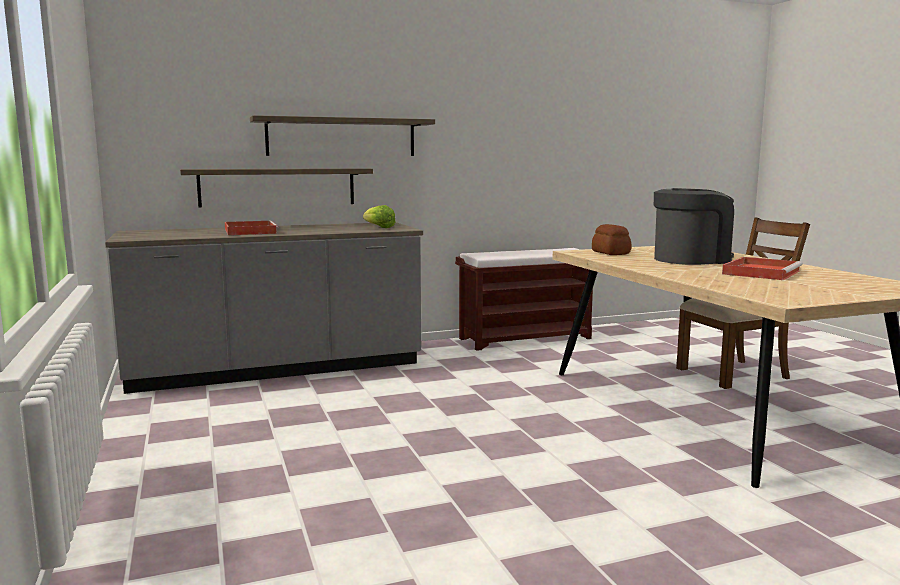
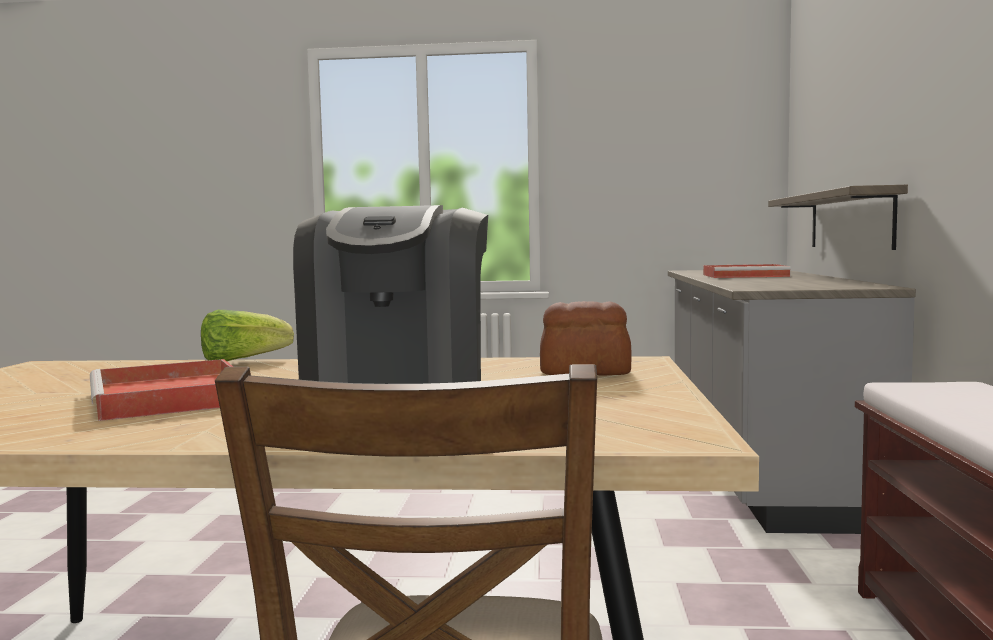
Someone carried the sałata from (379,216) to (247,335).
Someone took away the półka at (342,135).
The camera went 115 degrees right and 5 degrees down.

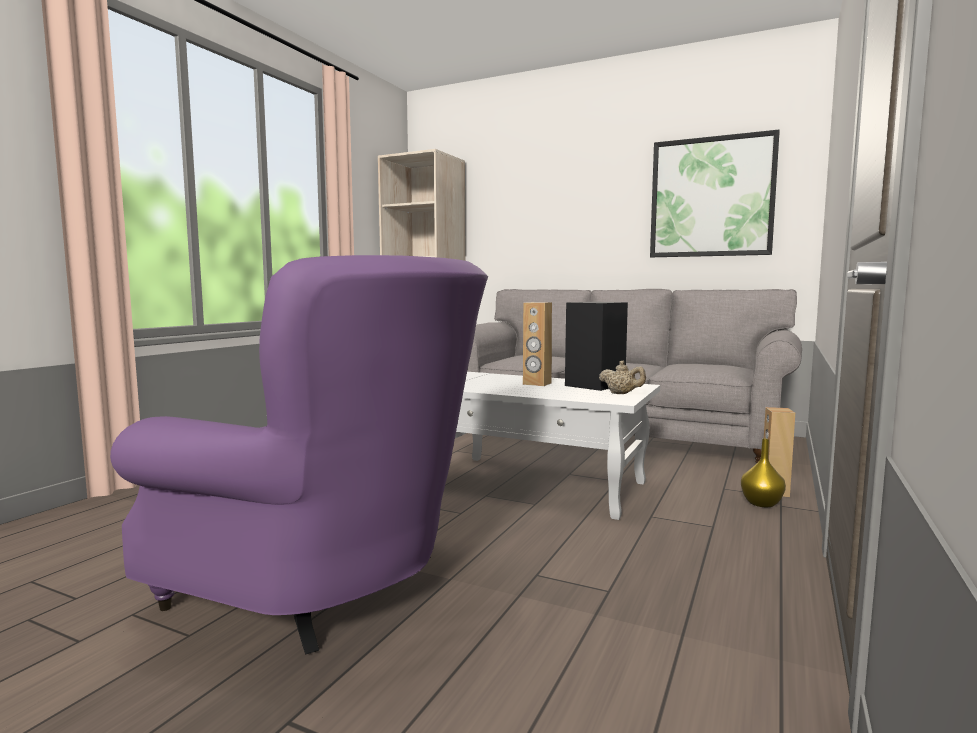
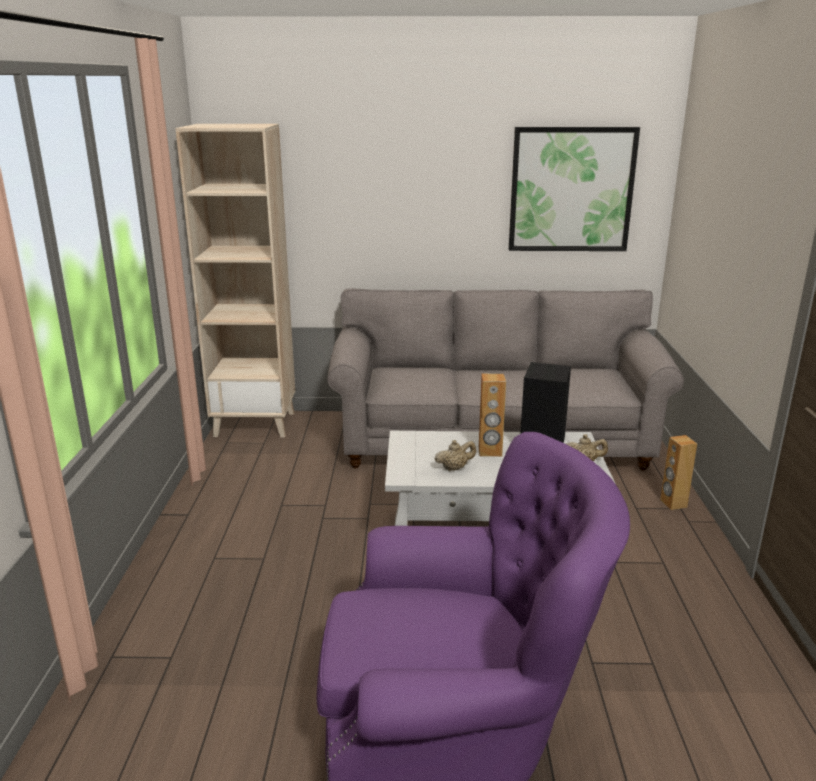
Someone put down the imbryk/beżowy at (455,455).
Someone took away the wazon/żółty at (763,473).
The camera went 25 degrees left and 15 degrees up.

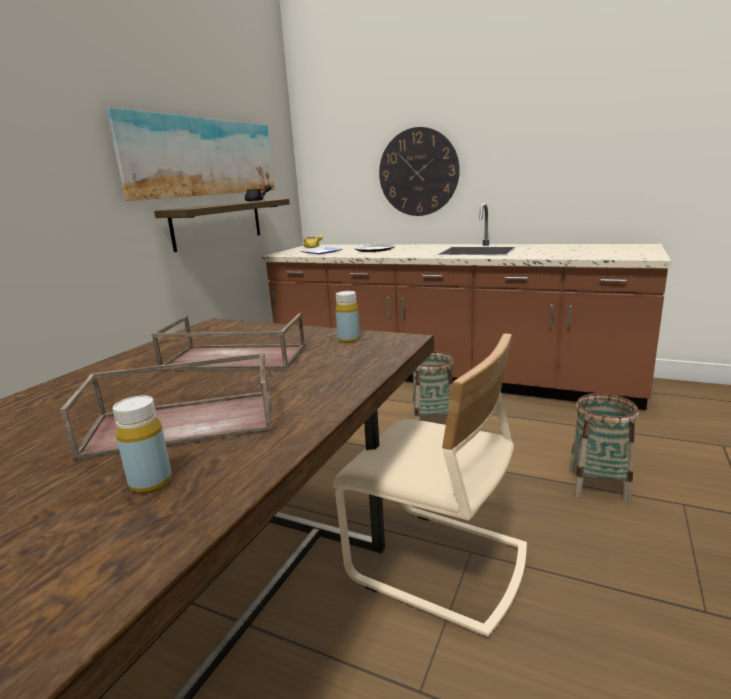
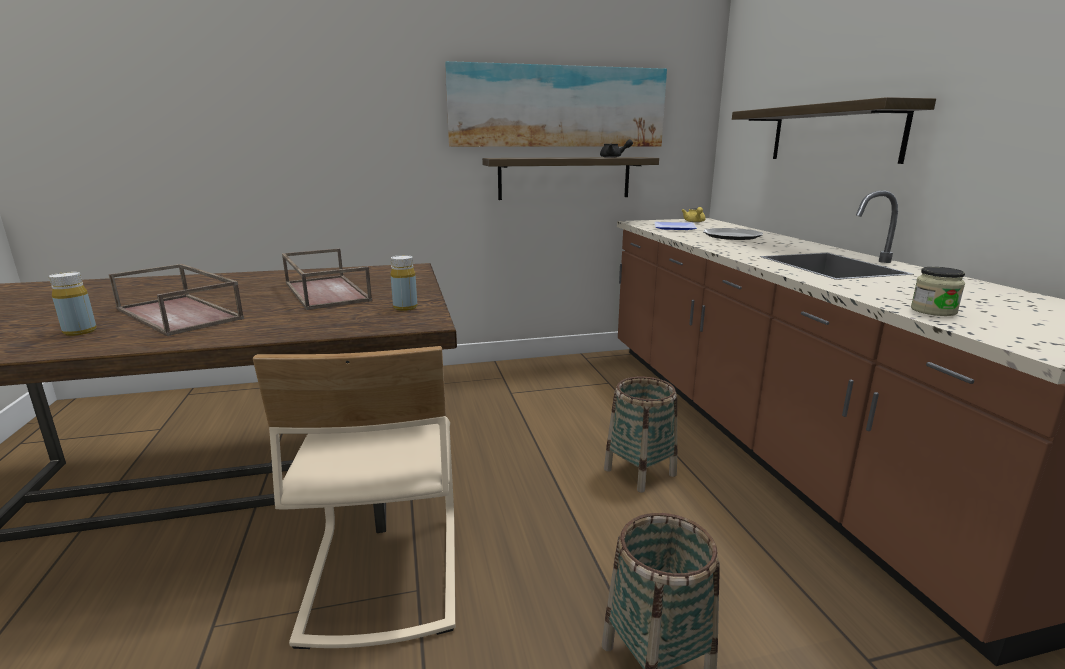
Someone swapped the zegar ścienny at (419,171) for the półka at (834,130).
Someone put down the słoik at (938,291).
The camera went 50 degrees right and 0 degrees up.

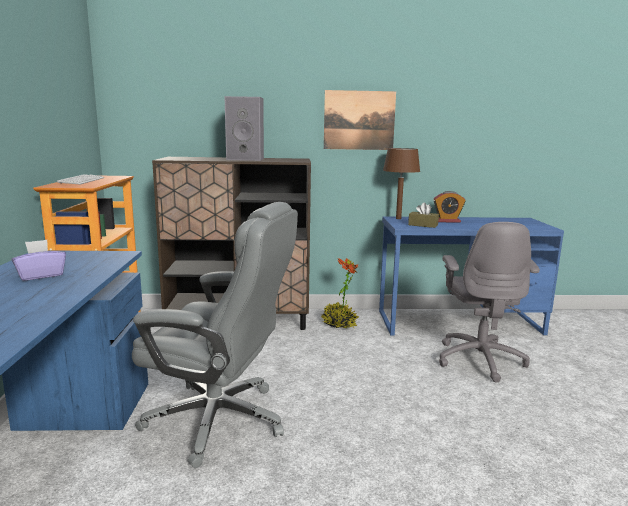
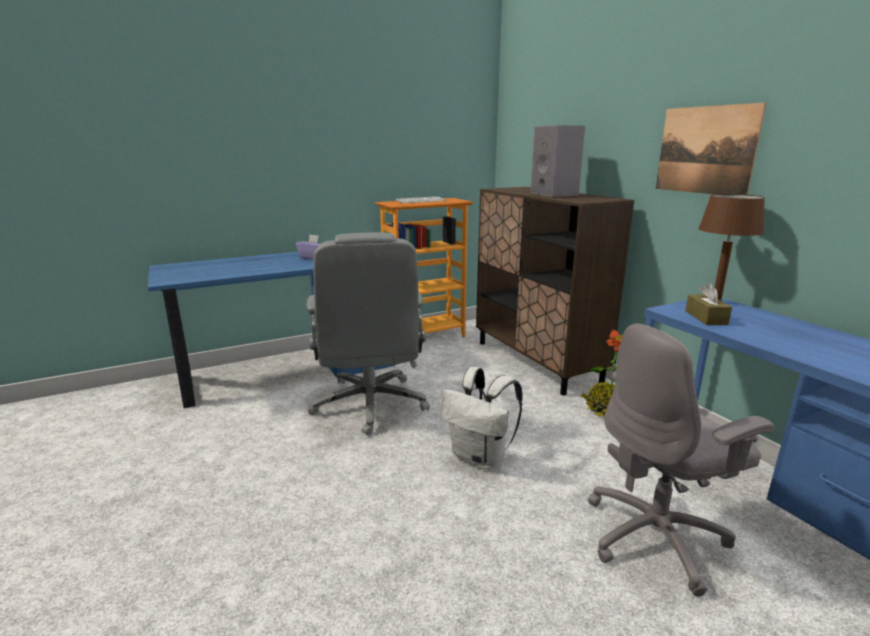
Someone put down the plecak/biały at (481,418).
Someone took away the budzik at (449,207).
The camera went 65 degrees right and 5 degrees up.

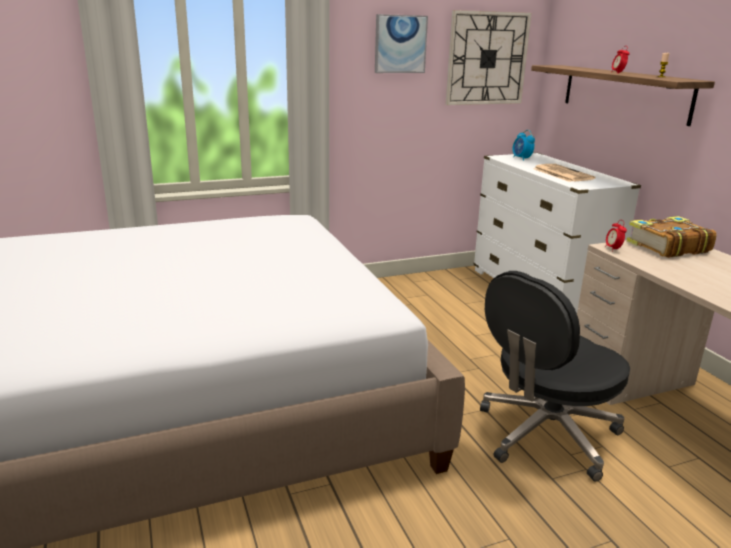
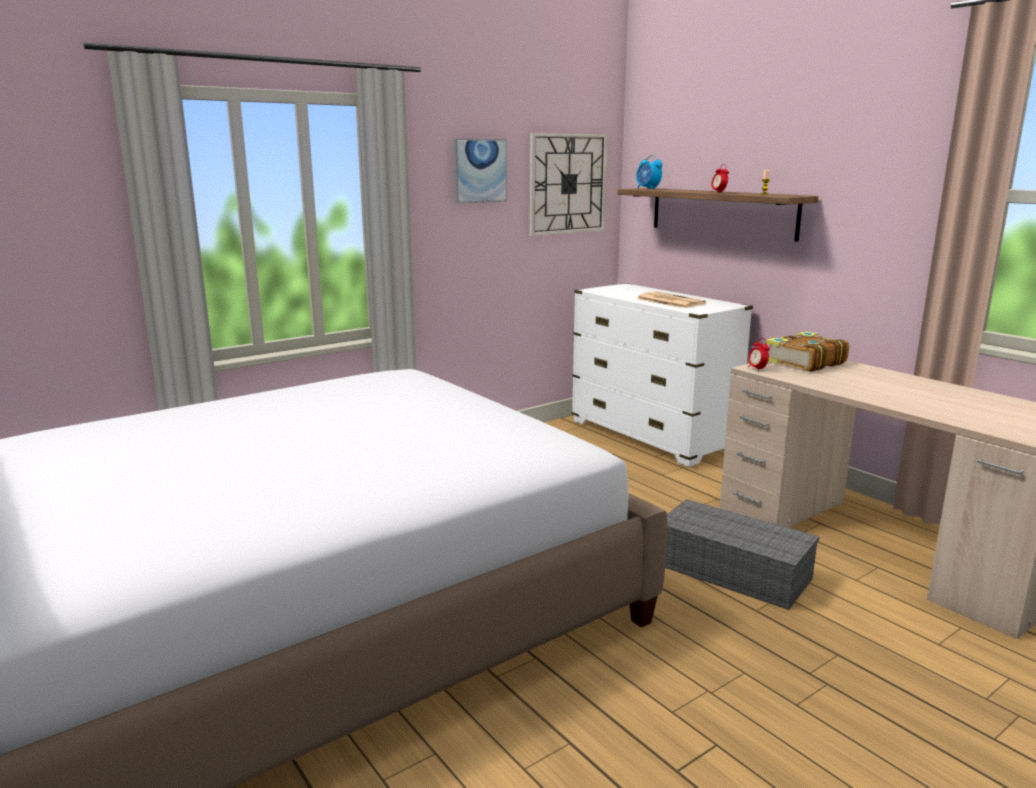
Someone carried the budzik from (524,145) to (649,172).
Someone swapped the krzesło biurowe/czarny at (555,376) for the pojemnik do przechowywania/szary at (742,554).
The camera went 15 degrees left and 5 degrees down.

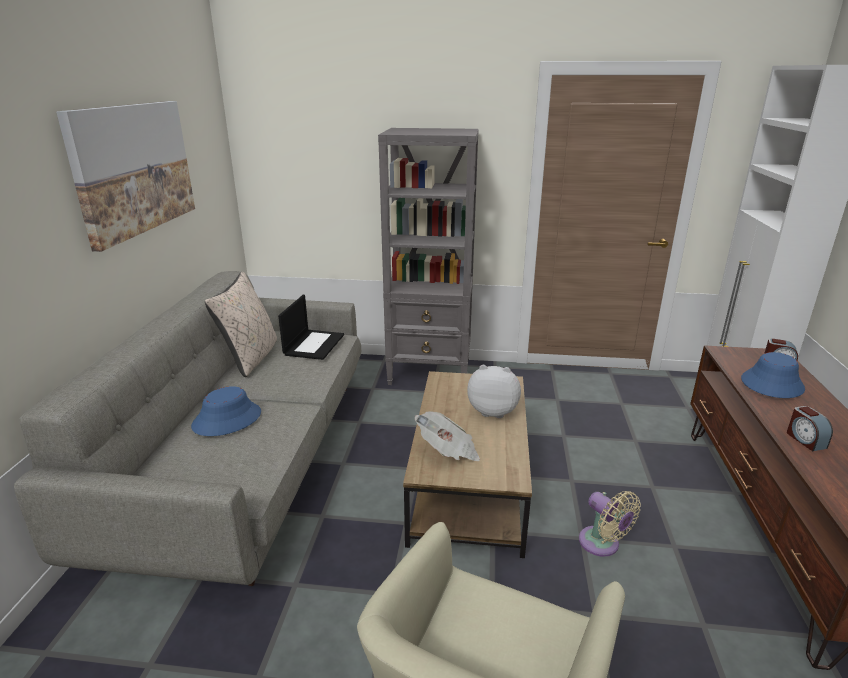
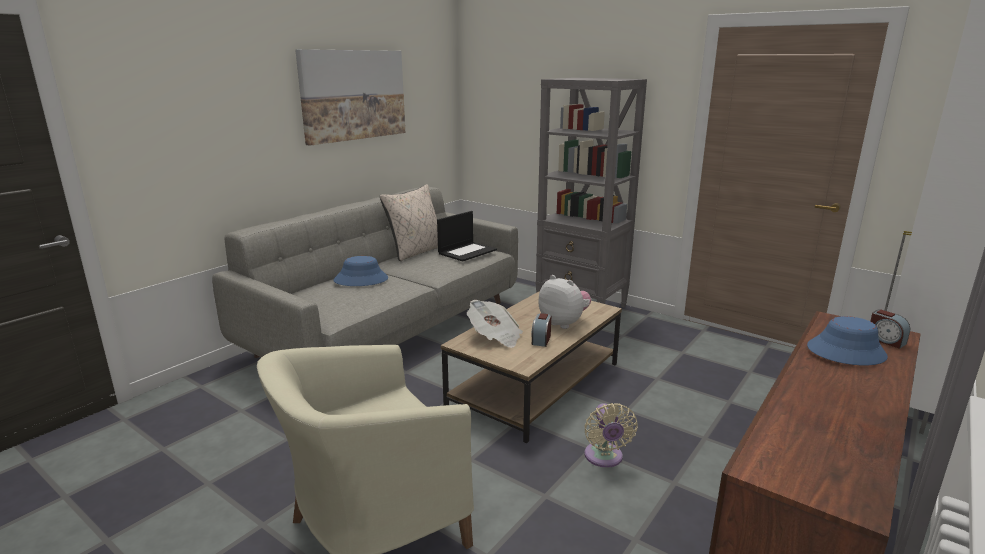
Someone carried the budzik from (810,428) to (541,330).
The camera went 30 degrees right and 5 degrees down.

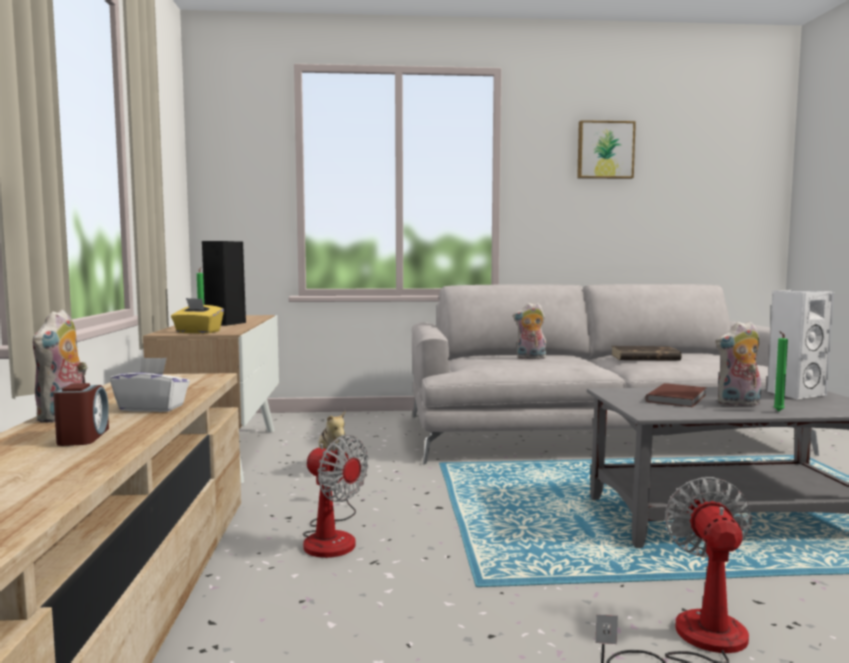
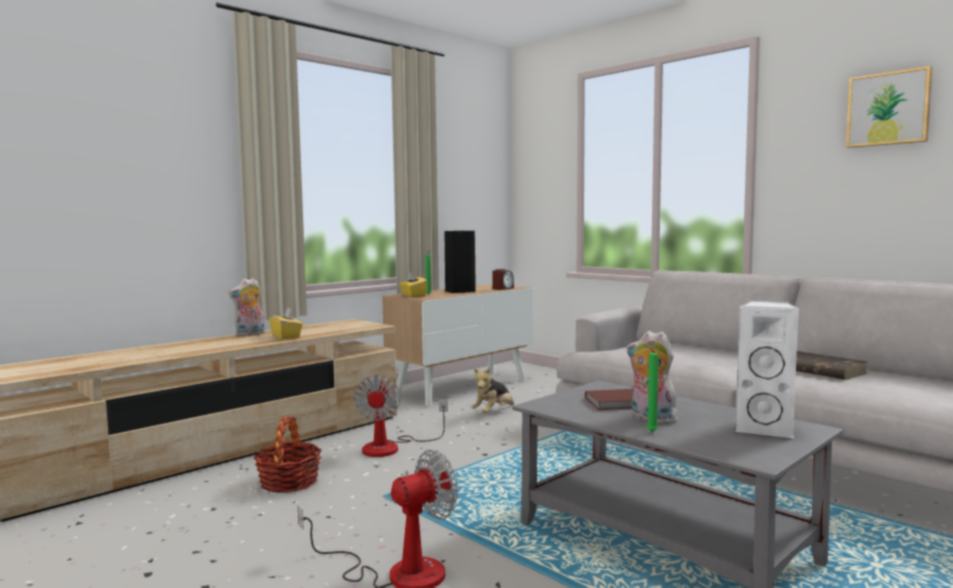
Someone put down the koszyk at (287,454).
Someone repainted the pudełko chusteczek/biały at (150,384), which became the pudełko chusteczek/żółty at (286,324).
Someone carried the budzik from (81,414) to (503,279).
Someone took away the pluszak at (529,330).
The camera went 50 degrees right and 0 degrees up.

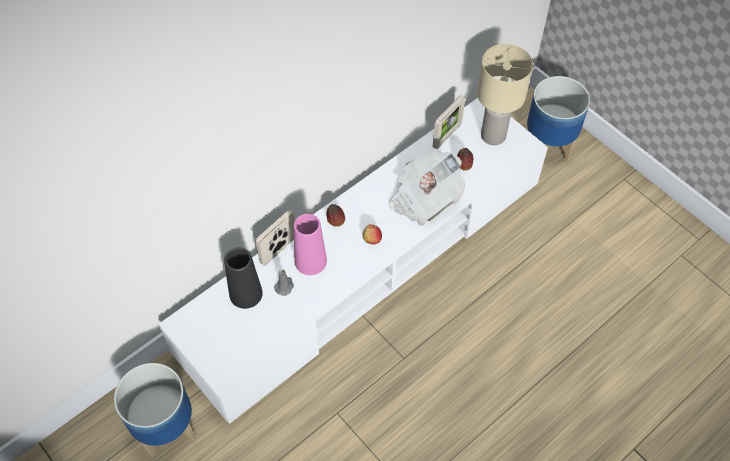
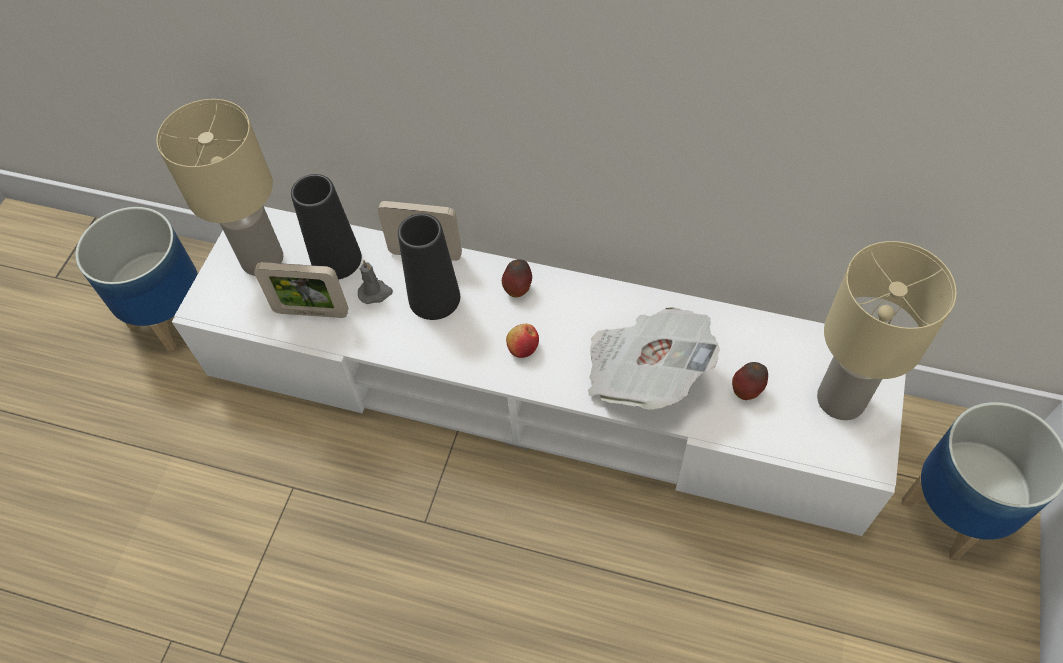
Someone put down the lampa stołowa/beżowy at (219,187).
Someone carried the ramka na zdjęcie from (449,122) to (301,290).
Someone repainted the wazon/różowy at (310,244), which became the wazon/czarny at (429,267).
The camera went 60 degrees right and 0 degrees up.

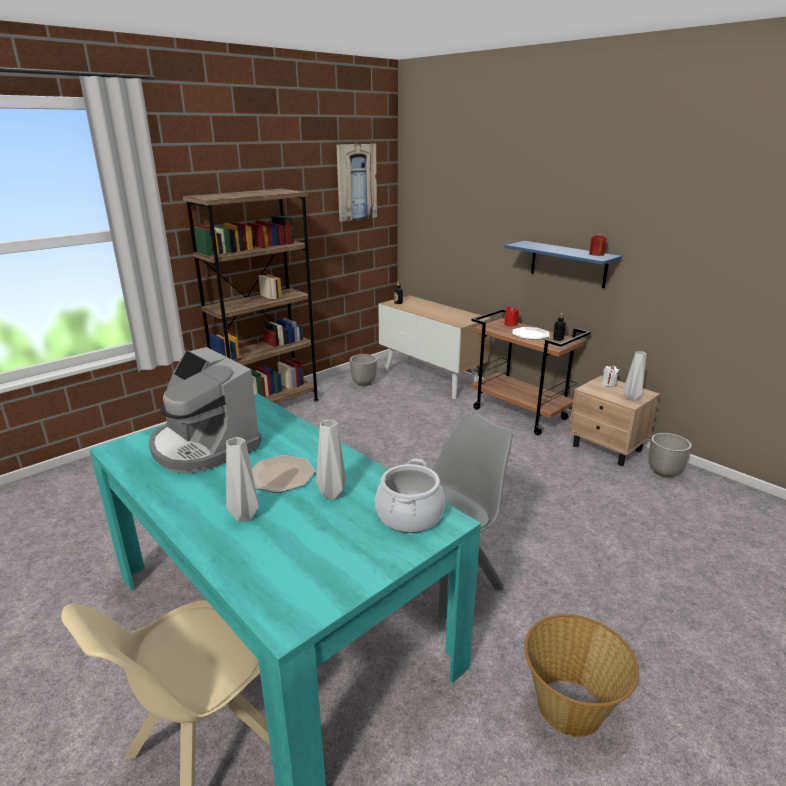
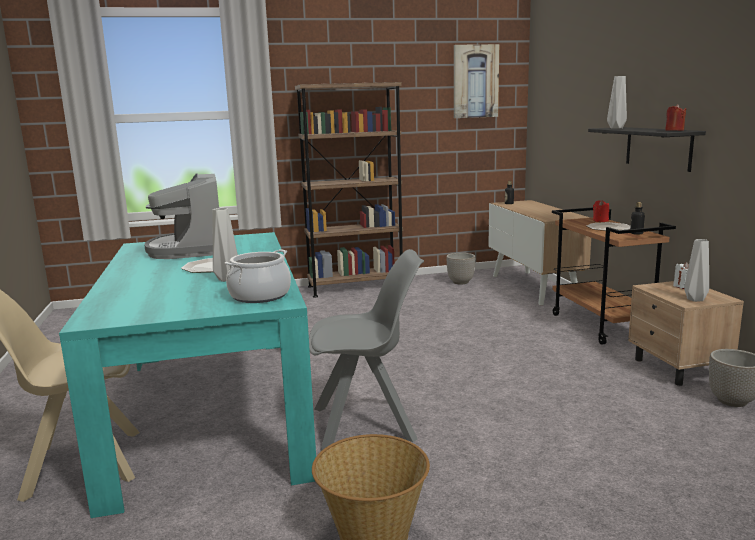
Someone repainted the półka/niebieski at (563,264), which became the półka/czarny at (647,149).
Someone carried the wazon/szary from (242,479) to (617,102).
The camera went 30 degrees right and 10 degrees down.

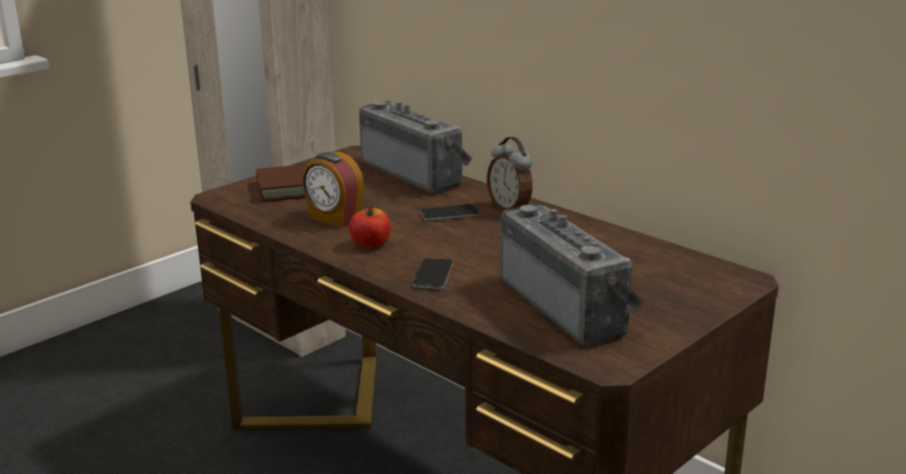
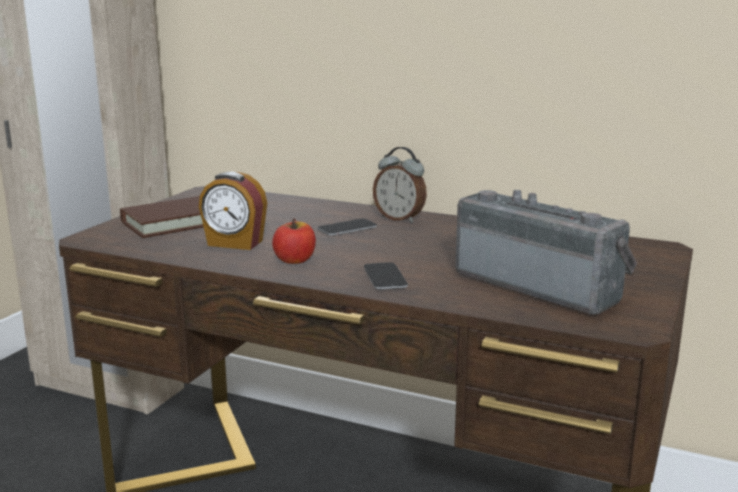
Someone took away the radio at (415,147).
The camera went 20 degrees left and 5 degrees down.

